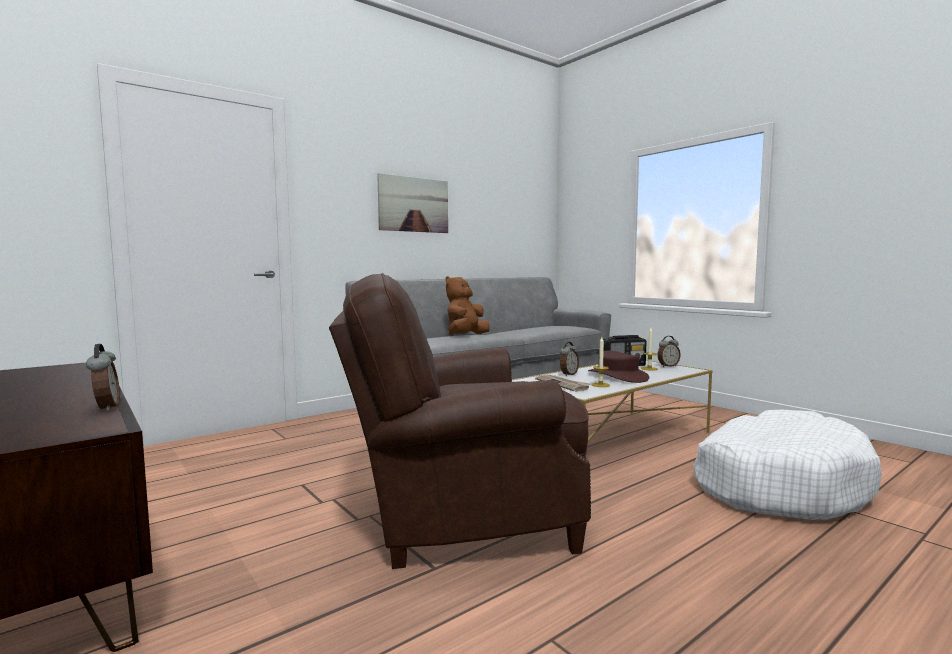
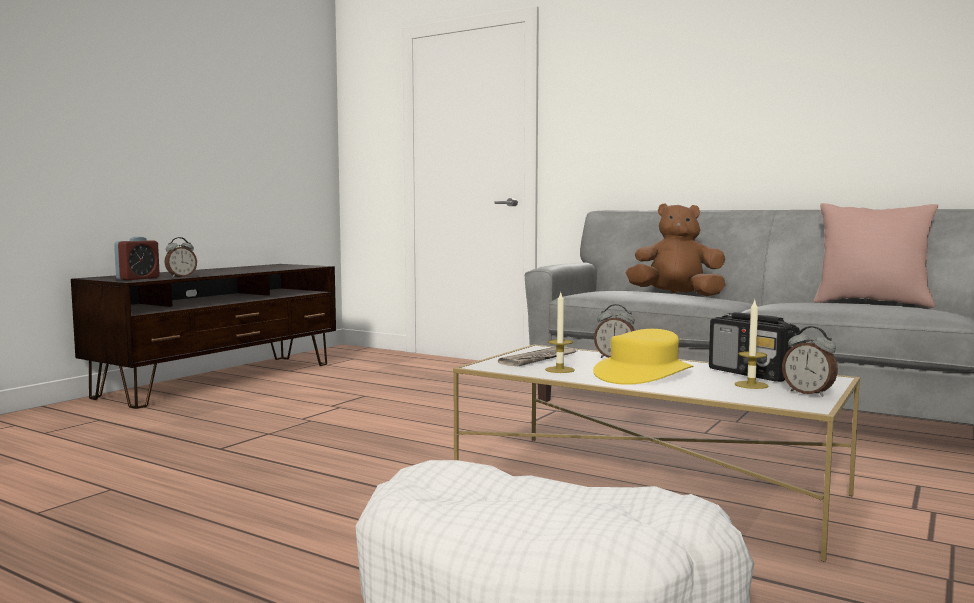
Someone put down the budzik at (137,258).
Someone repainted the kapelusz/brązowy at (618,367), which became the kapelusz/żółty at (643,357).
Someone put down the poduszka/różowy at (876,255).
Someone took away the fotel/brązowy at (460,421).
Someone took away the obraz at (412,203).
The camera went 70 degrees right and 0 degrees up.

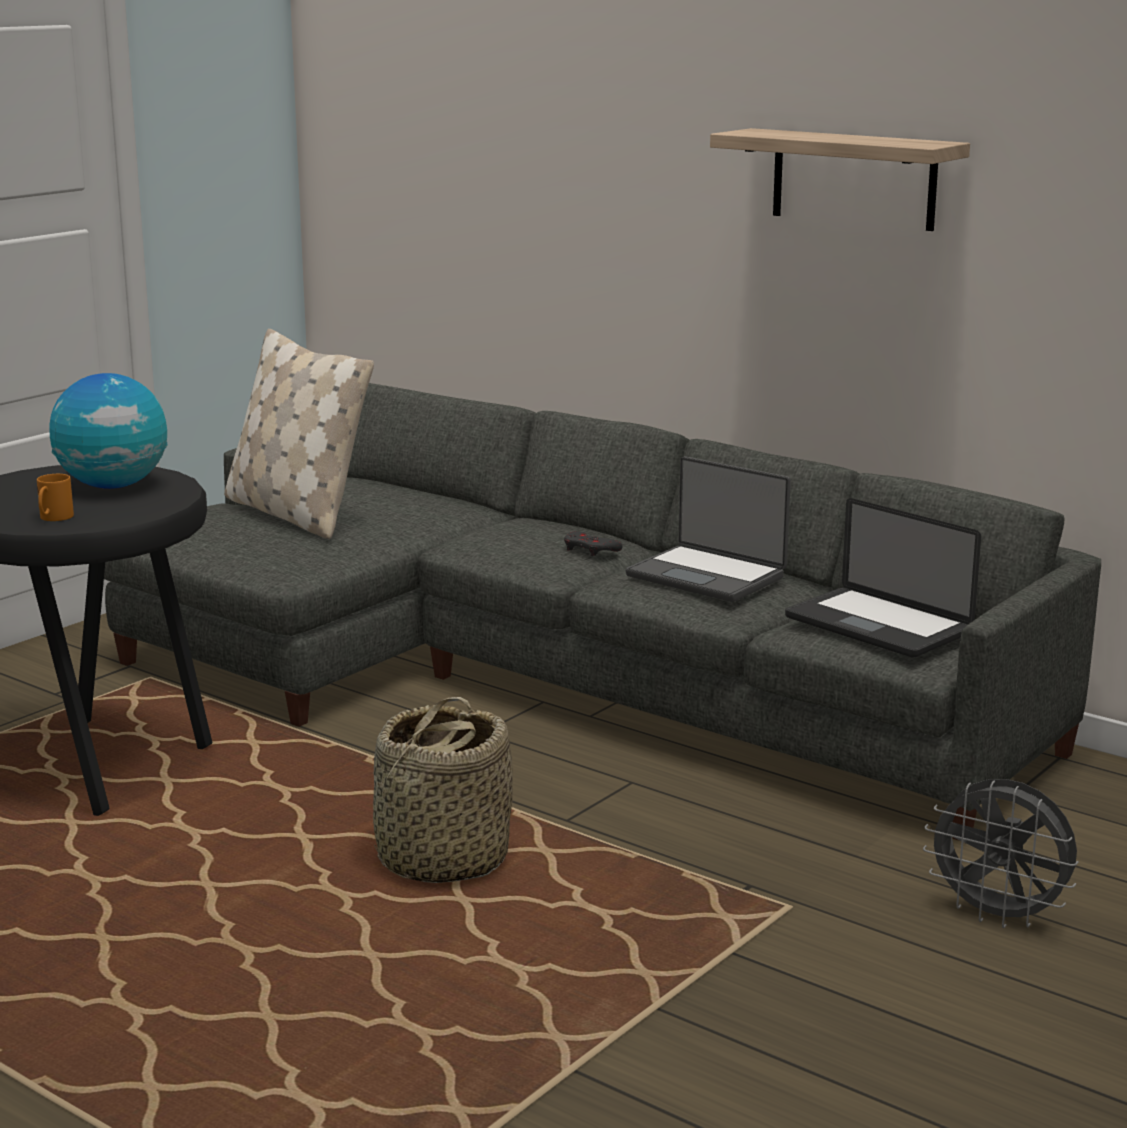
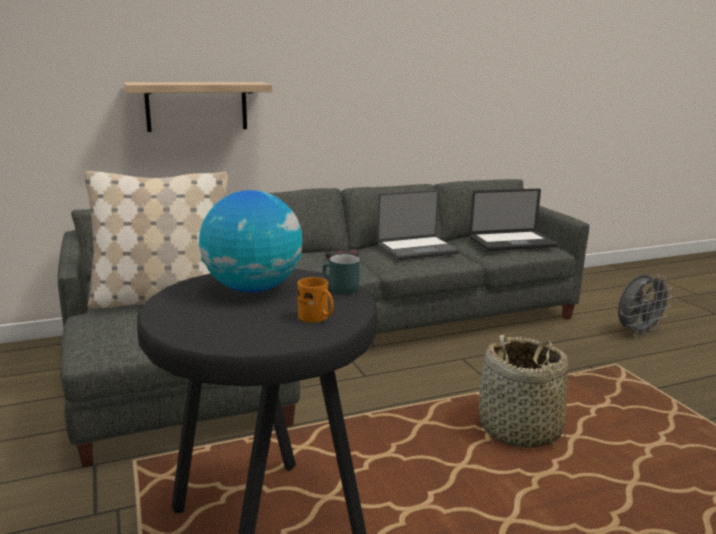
Someone carried the półka from (840,179) to (198,107).
Someone put down the kubek/turkusowy at (341,274).
The camera went 60 degrees left and 0 degrees up.

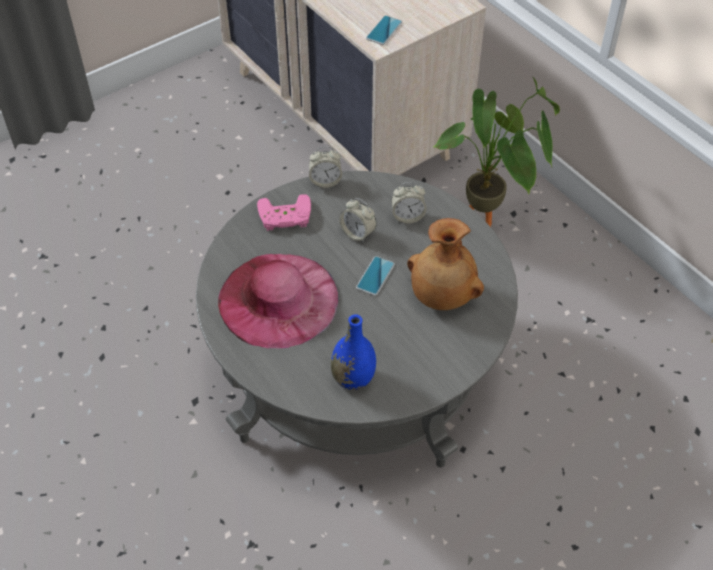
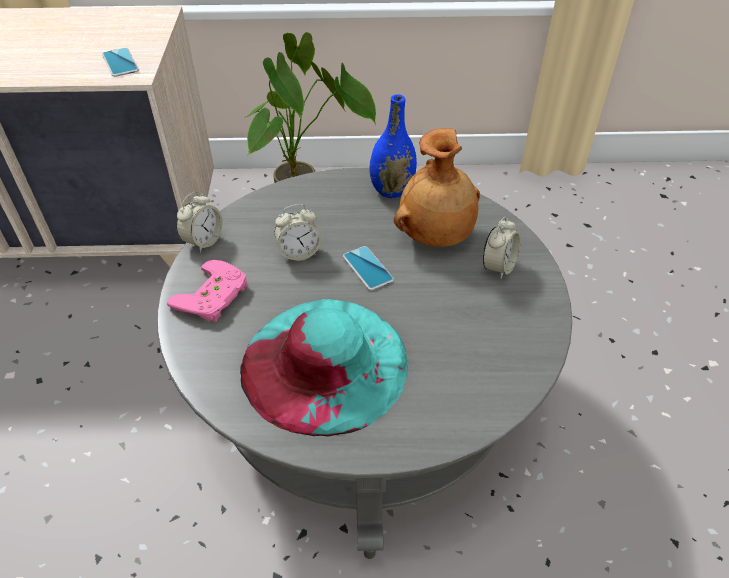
Someone repainted the kapelusz/różowy at (278,301), which became the kapelusz/turkusowy at (324,367).
Someone carried the wazon/niebieski from (353,352) to (393,146).
Someone carried the budzik from (409,202) to (502,248).
The camera went 55 degrees left and 5 degrees down.

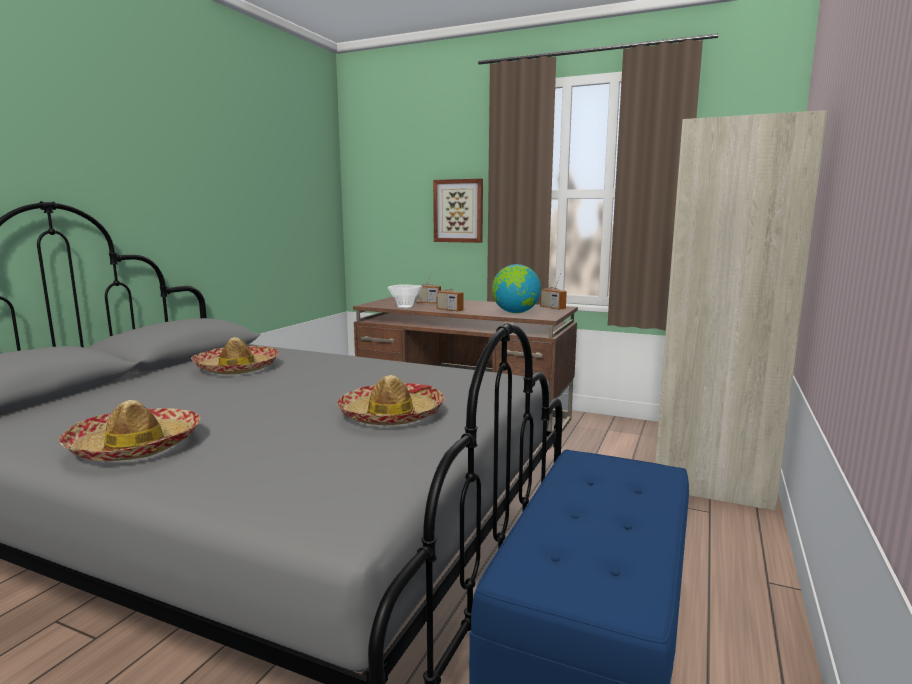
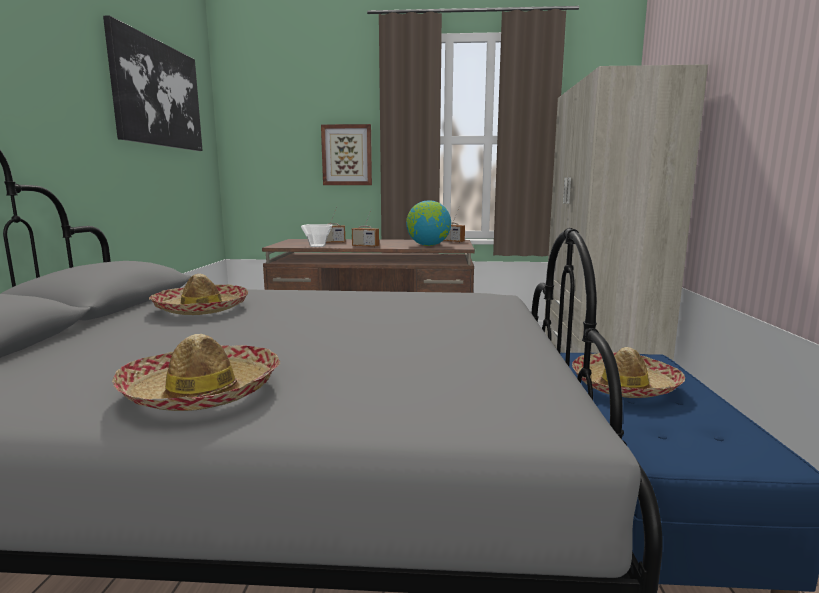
Someone put up the obraz at (153,83).
Someone carried the kapelusz from (391,400) to (628,372).
The camera went 20 degrees left and 0 degrees up.

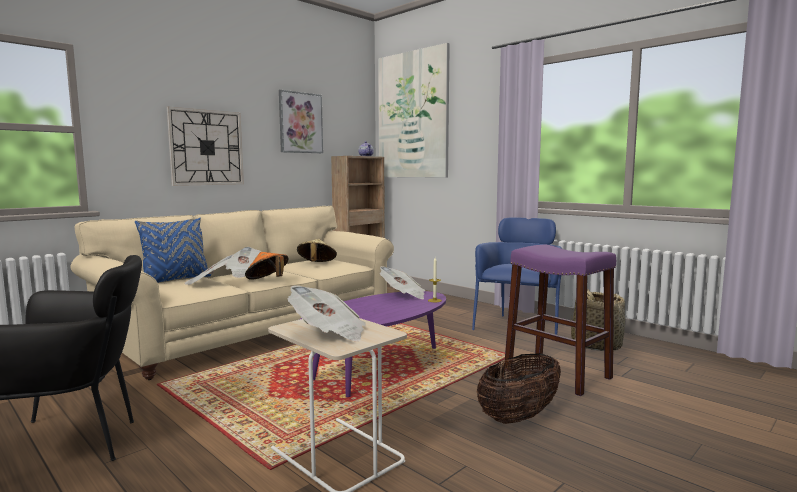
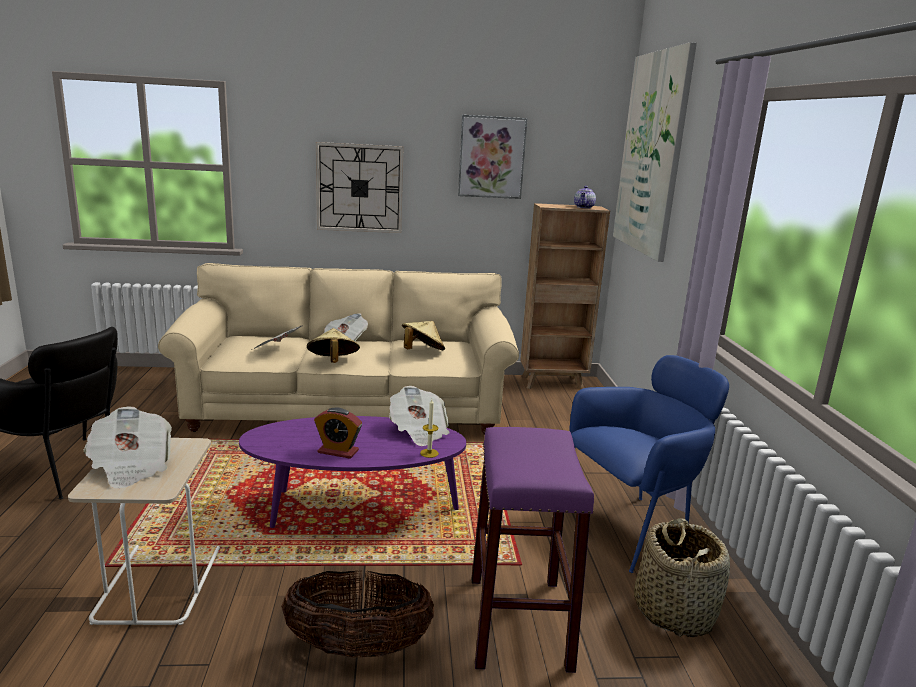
Someone repainted the kapelusz/pomarańczowy at (267,266), which became the kapelusz/beżowy at (333,345).
Someone put down the budzik at (338,433).
Someone took away the poduszka/niebieski at (173,250).
The camera went 40 degrees right and 10 degrees up.

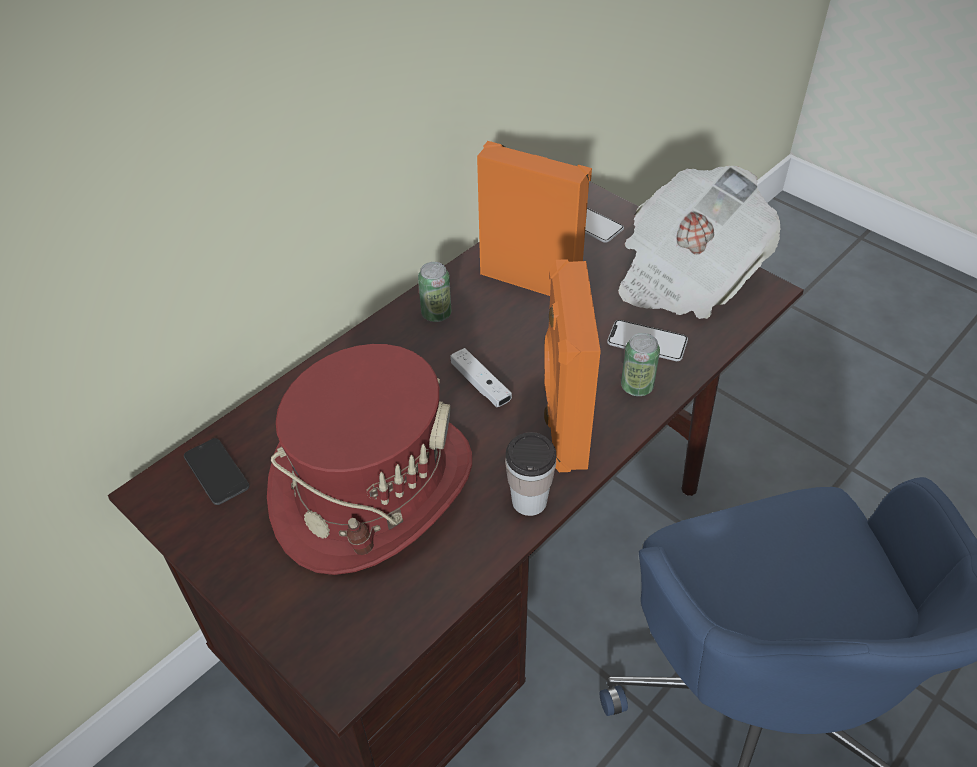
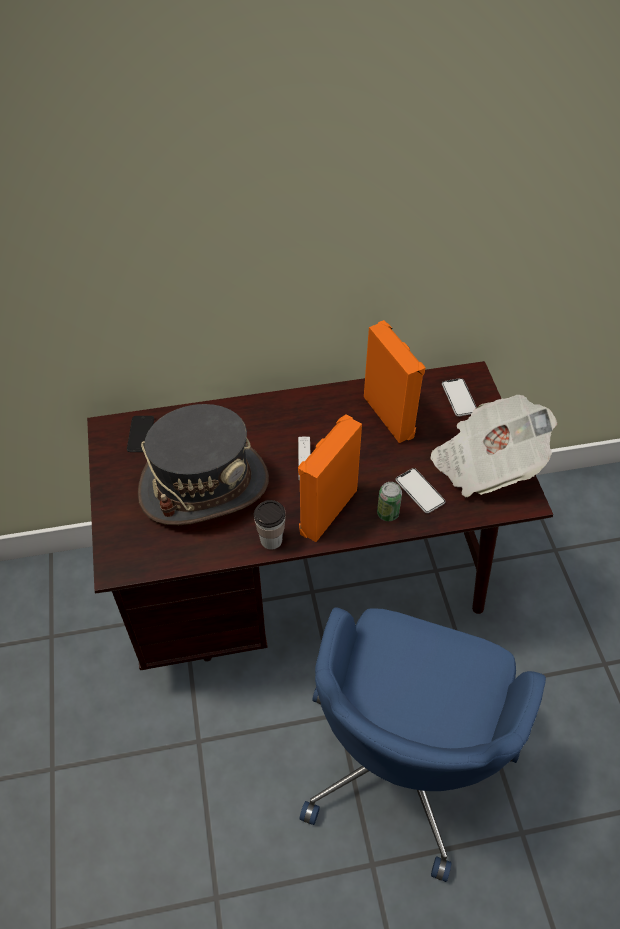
Someone repainted the kapelusz/czerwony at (369,459), which became the kapelusz/szary at (203,464).
Someone took away the puszka at (435,292).
The camera went 35 degrees right and 5 degrees up.

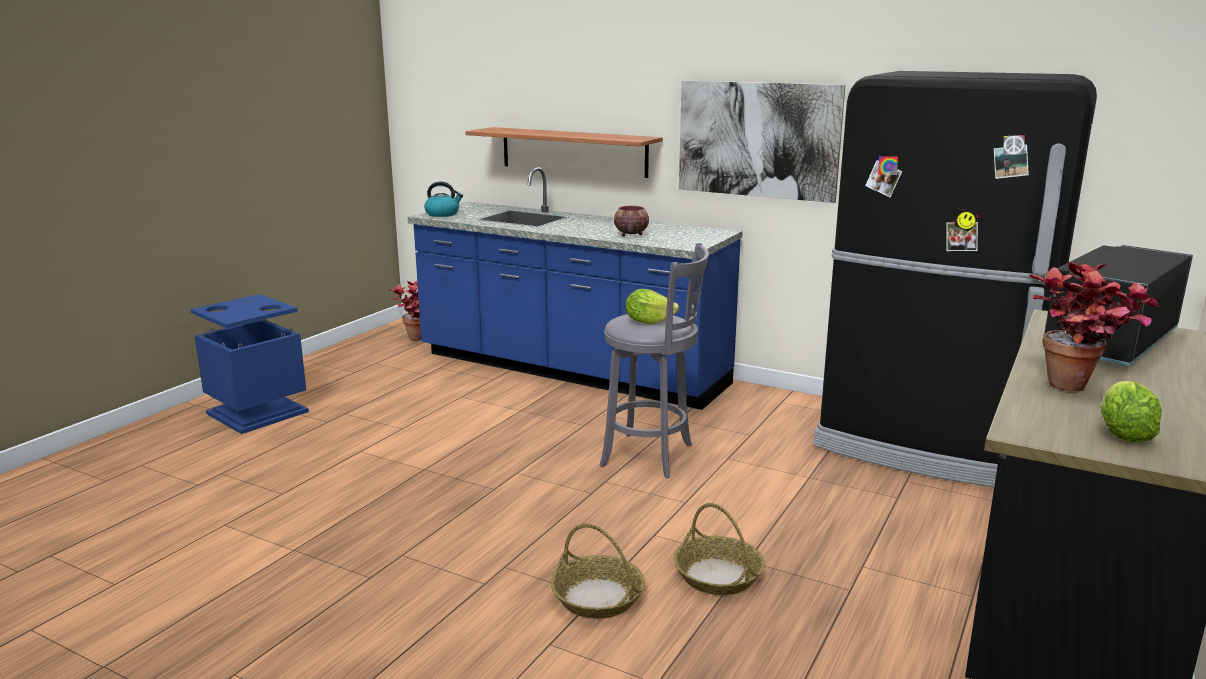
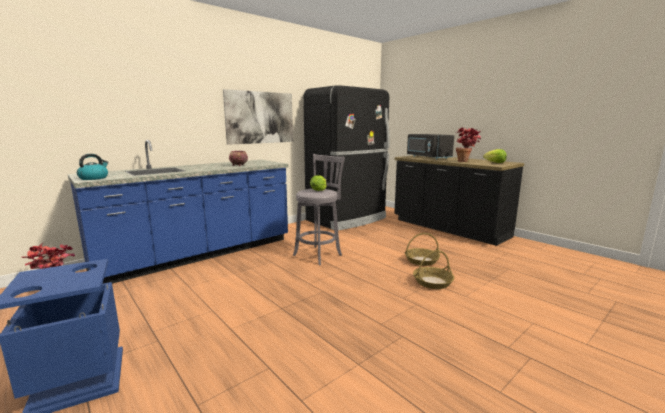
Someone took away the półka at (564,152).
The camera went 70 degrees left and 5 degrees down.

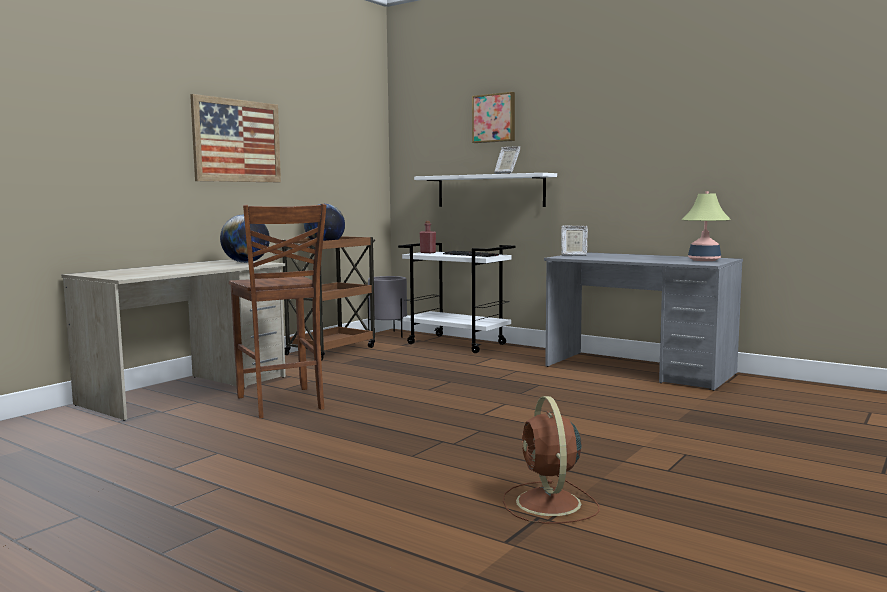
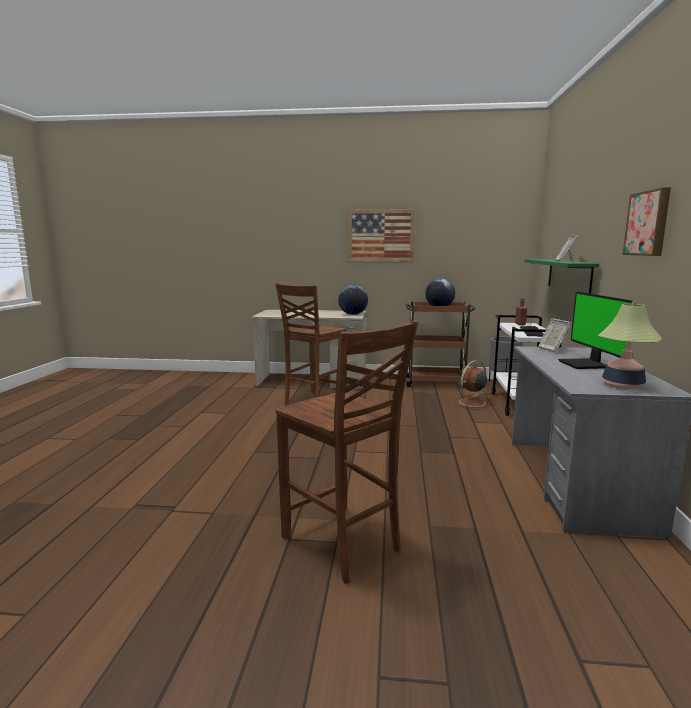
Someone put down the krzesło/brązowy at (347,452).
Someone carried the wentylator/brązowy from (551,460) to (471,385).
Someone repainted the półka/biały at (485,190), which became the półka/zielony at (562,276).
Someone put down the monitor at (596,330).
Someone carried the obraz from (493,117) to (646,221).
The camera went 60 degrees right and 5 degrees up.

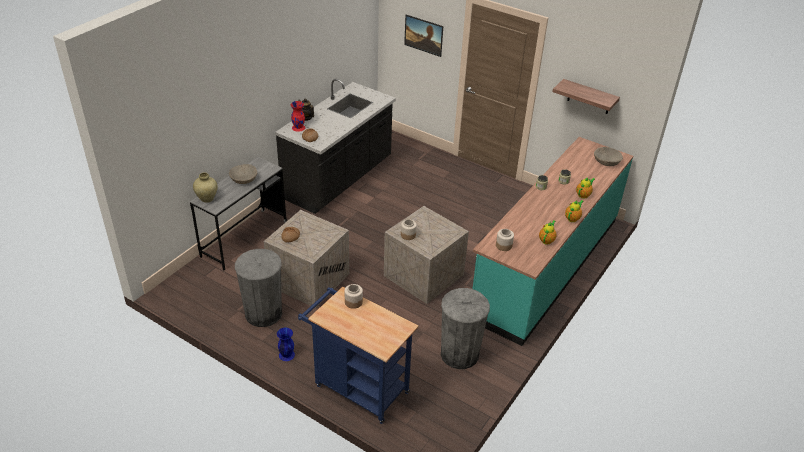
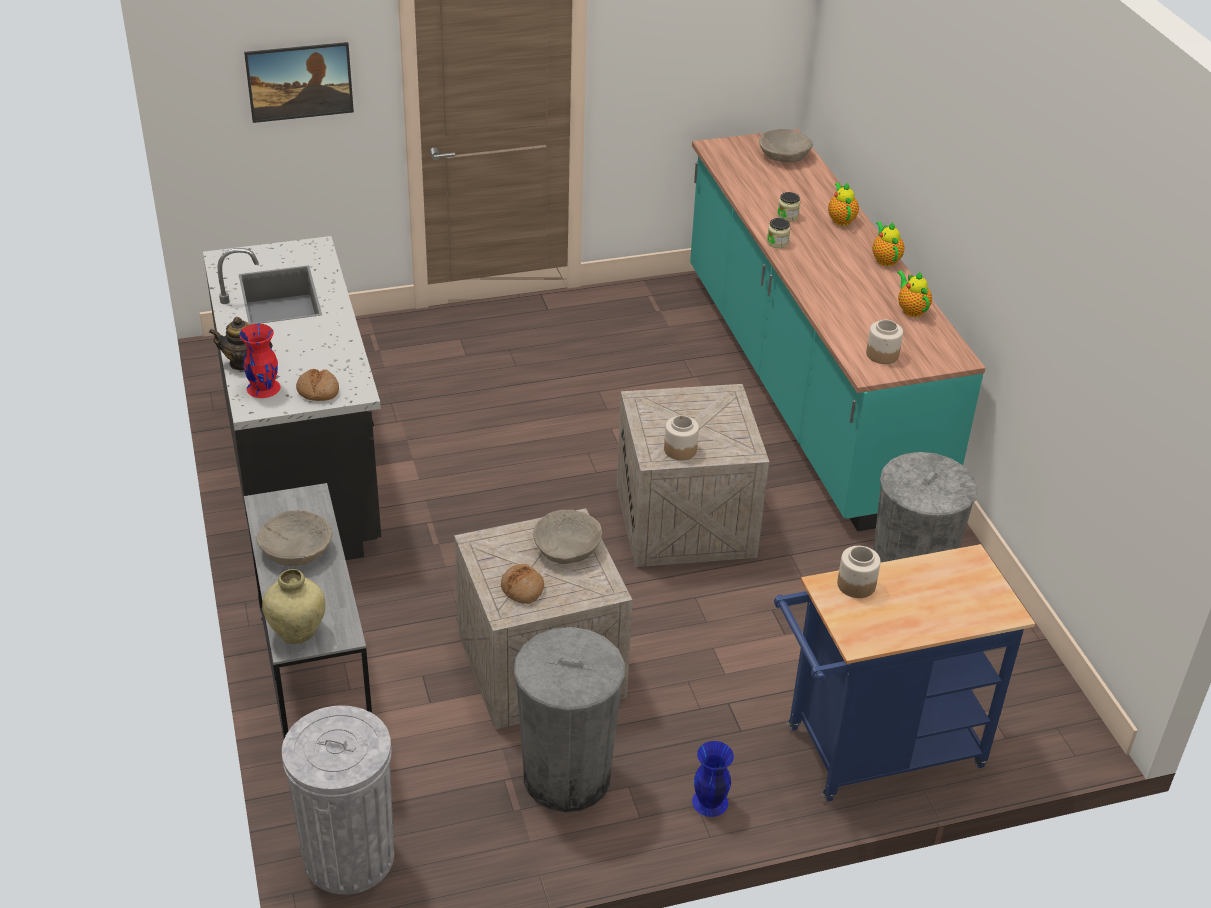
Someone put down the kosz na śmieci/szary at (338,800).
Someone put down the miska/beżowy at (567,537).
Someone took away the półka at (586,96).
The camera went 50 degrees left and 0 degrees up.

